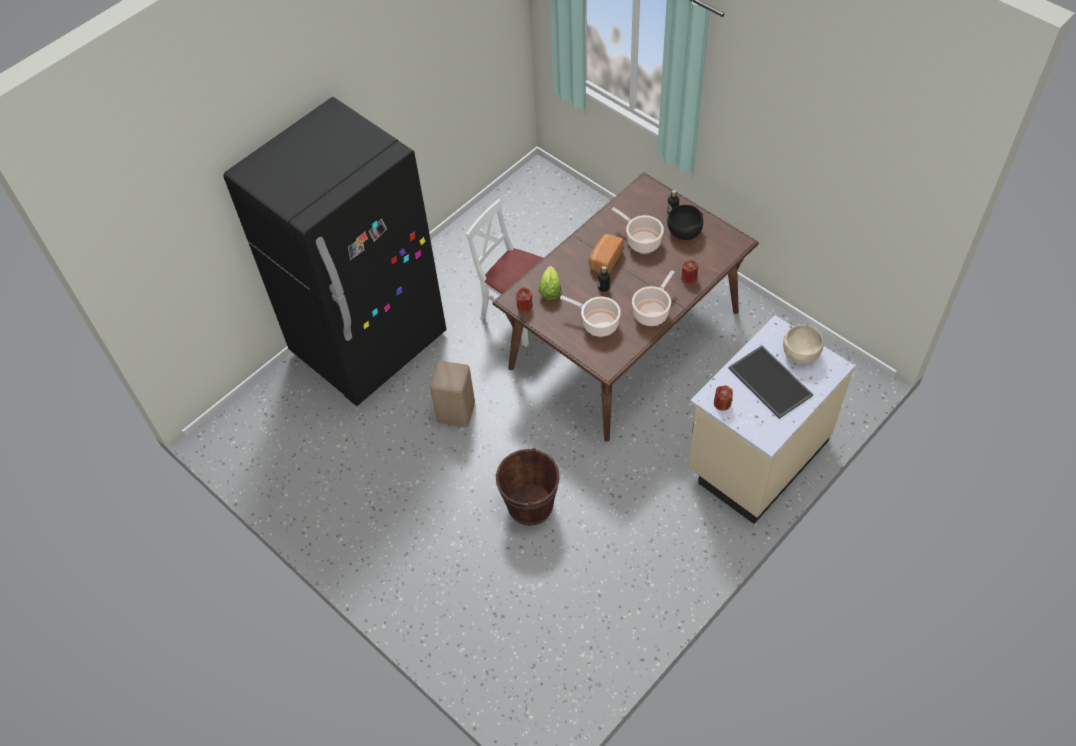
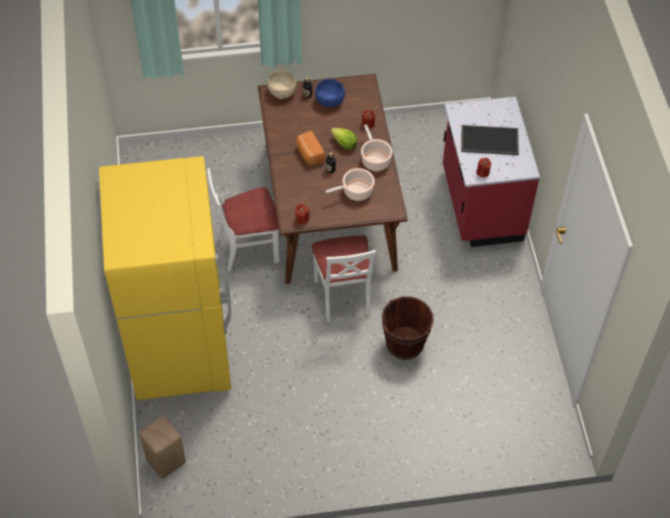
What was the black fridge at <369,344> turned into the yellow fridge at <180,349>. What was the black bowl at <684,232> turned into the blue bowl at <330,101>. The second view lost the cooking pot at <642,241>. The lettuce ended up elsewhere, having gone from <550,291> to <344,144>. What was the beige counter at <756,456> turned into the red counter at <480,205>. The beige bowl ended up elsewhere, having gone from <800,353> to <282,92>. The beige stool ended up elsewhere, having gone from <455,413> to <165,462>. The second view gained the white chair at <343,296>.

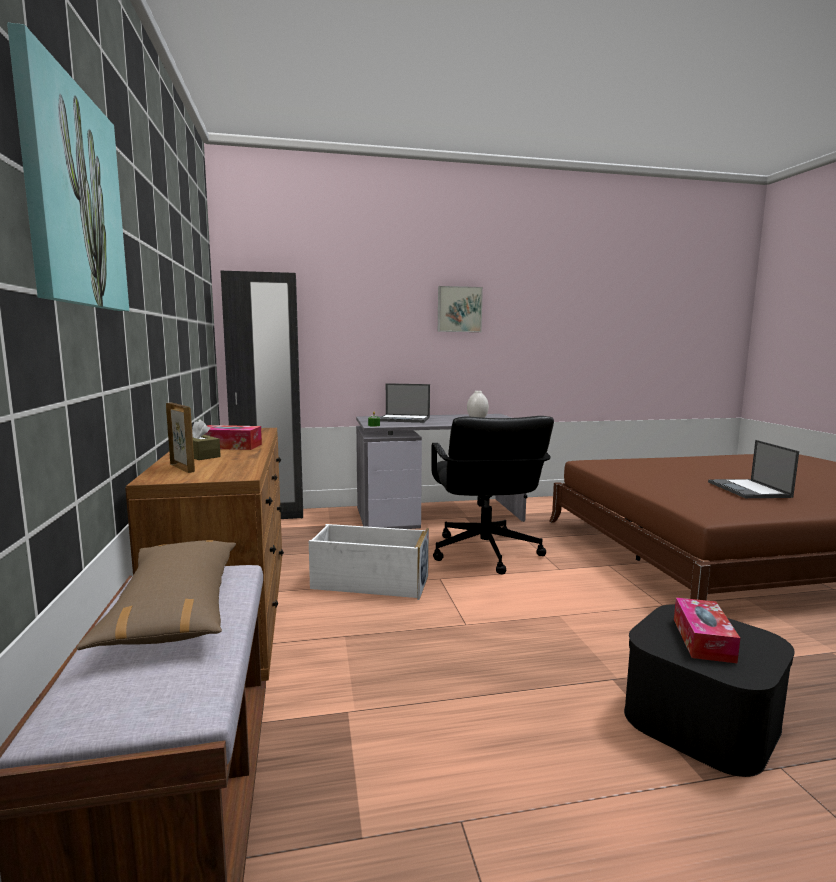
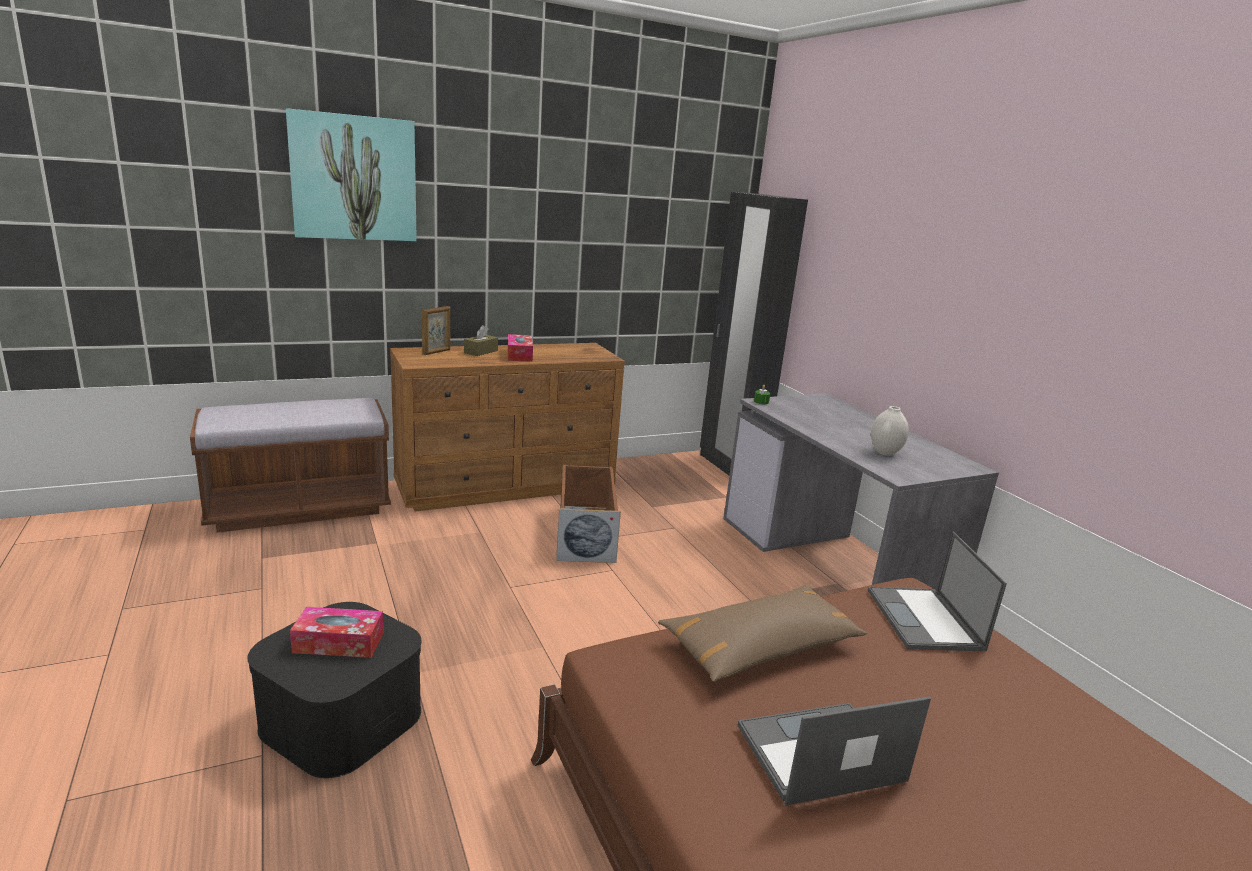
The second view lost the picture at <459,309>. The laptop ended up elsewhere, having gone from <405,419> to <925,620>. The second view lost the black office chair at <484,553>. What was the white storage box at <369,583> turned into the brown storage box at <585,533>. The brown pillow ended up elsewhere, having gone from <175,608> to <761,647>.

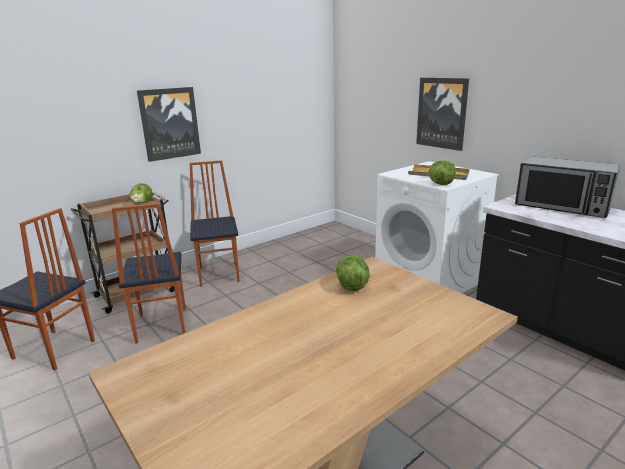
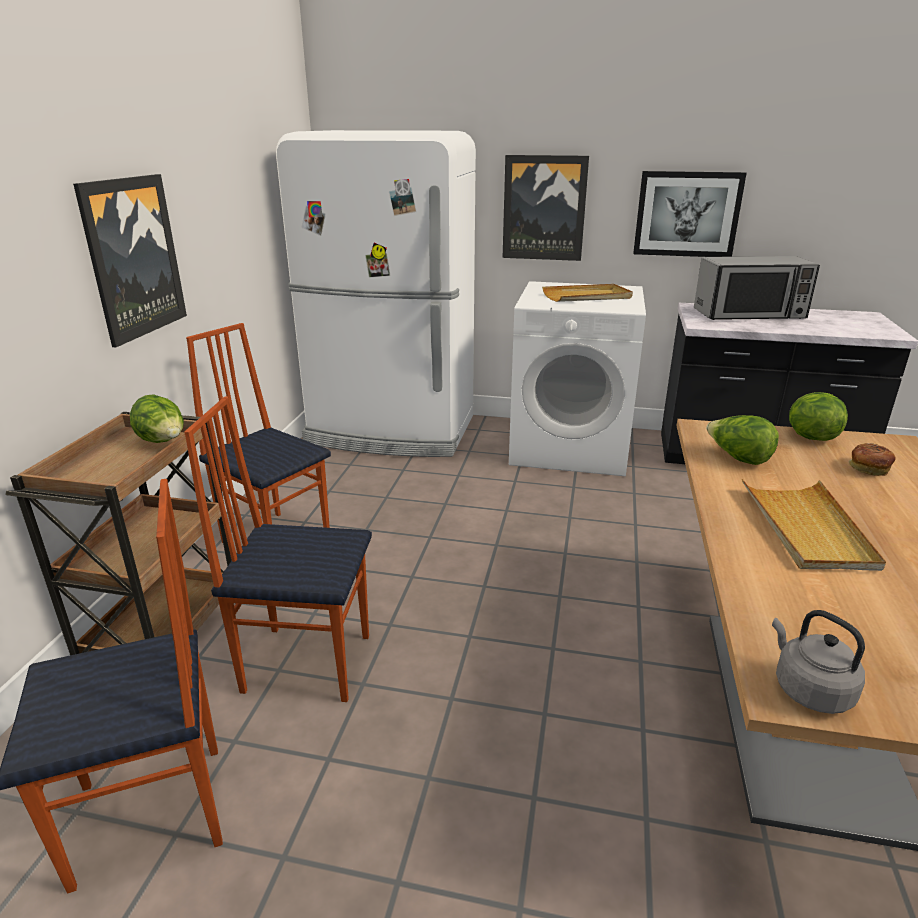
The lettuce ended up elsewhere, having gone from <441,184> to <810,437>. The chair at <160,325> ended up facing another way, 150 degrees clockwise from before. The second view gained the white fridge at <391,431>. The second view gained the picture at <687,214>. The second view gained the bread at <868,469>. The second view gained the beige tray at <806,528>. The second view gained the grey kettle at <808,689>.

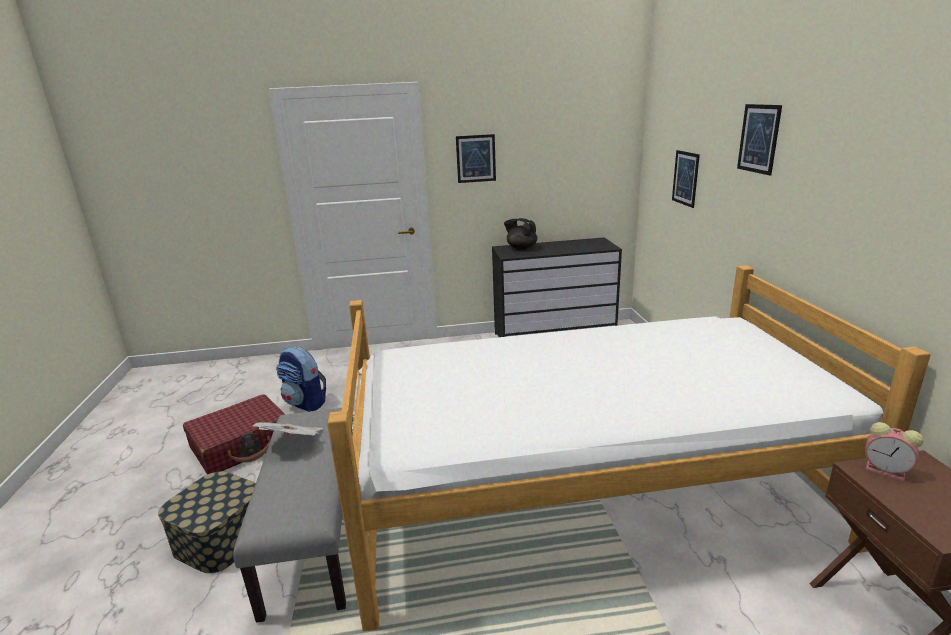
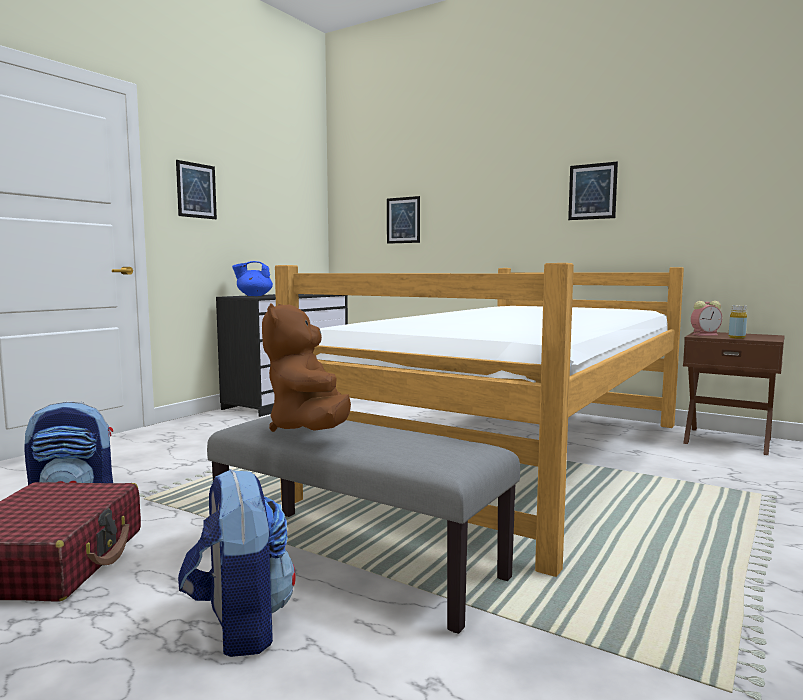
The picture ended up elsewhere, having gone from <758,138> to <592,191>. What was the black teapot at <521,248> turned into the blue teapot at <254,295>. Where the newspaper stood at <293,442>, the brown plush toy came to stand at <310,430>. Where the storage box stood at <220,539>, the backpack came to stand at <239,625>. The second view gained the yellow bottle at <736,337>.

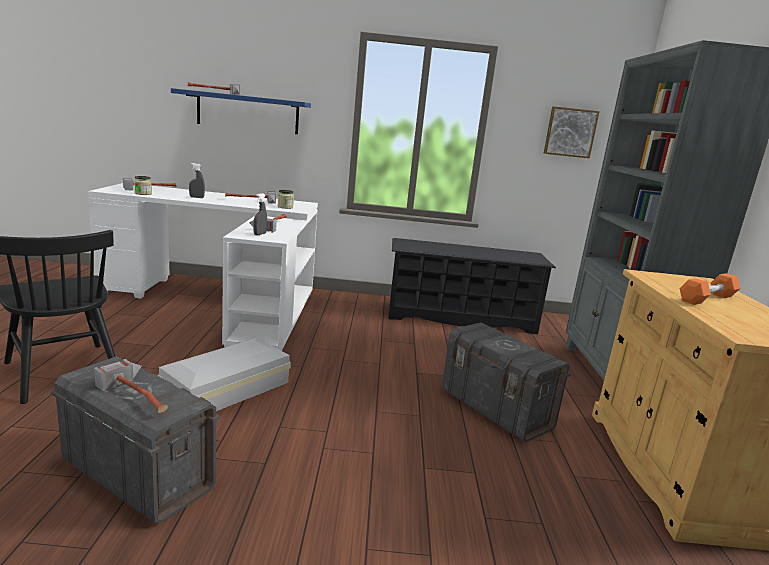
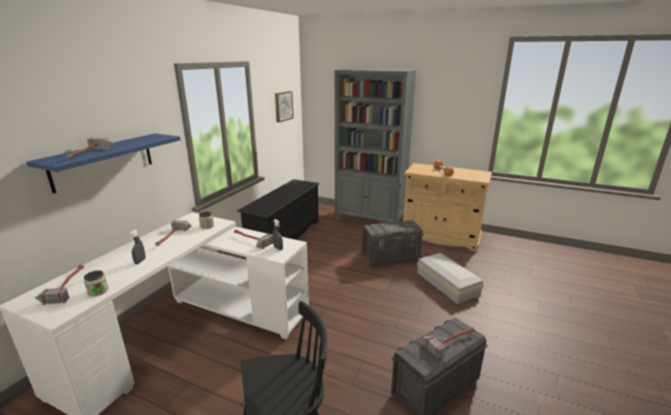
The white storage box ended up elsewhere, having gone from <229,389> to <447,283>.

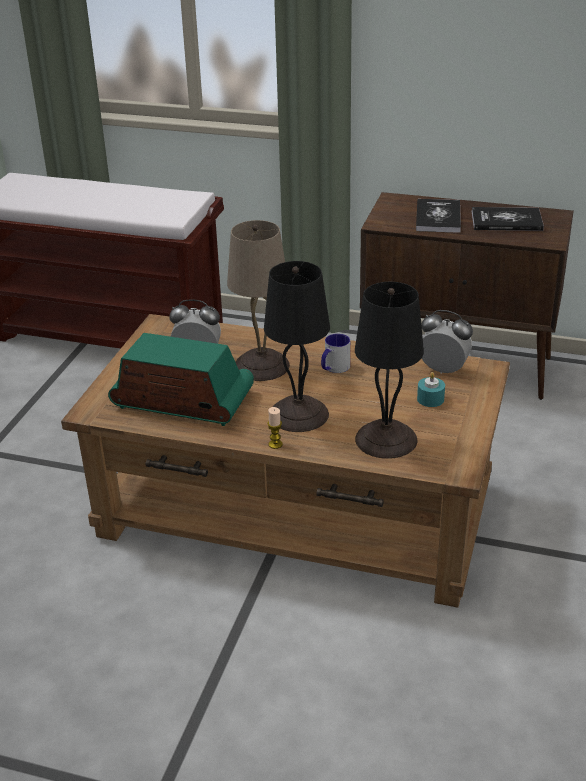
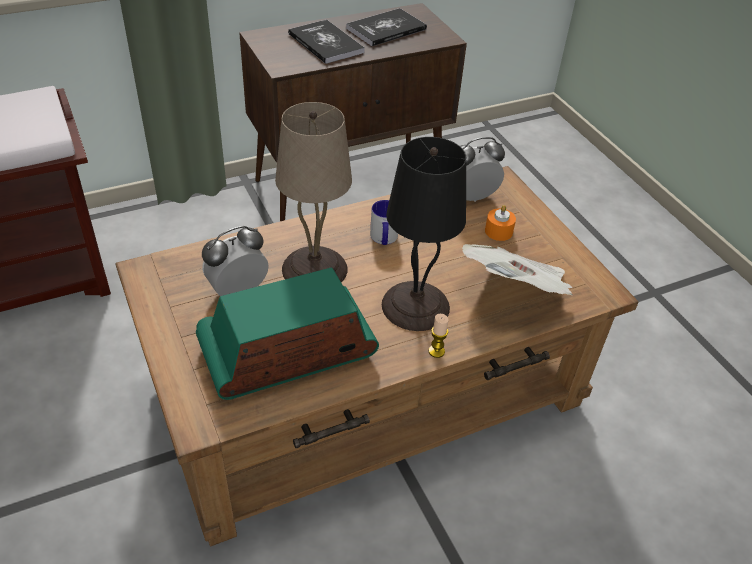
Where the black table lamp stood at <387,439>, the newspaper came to stand at <517,290>. What was the turquoise candle at <430,399> turned into the orange candle at <498,231>.

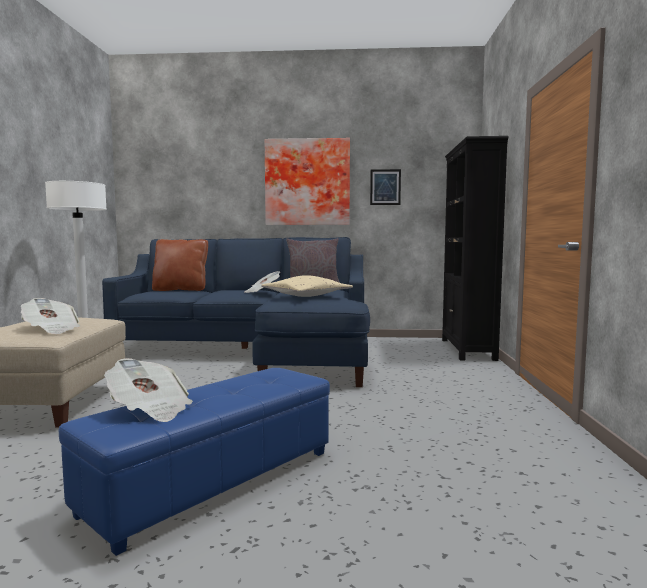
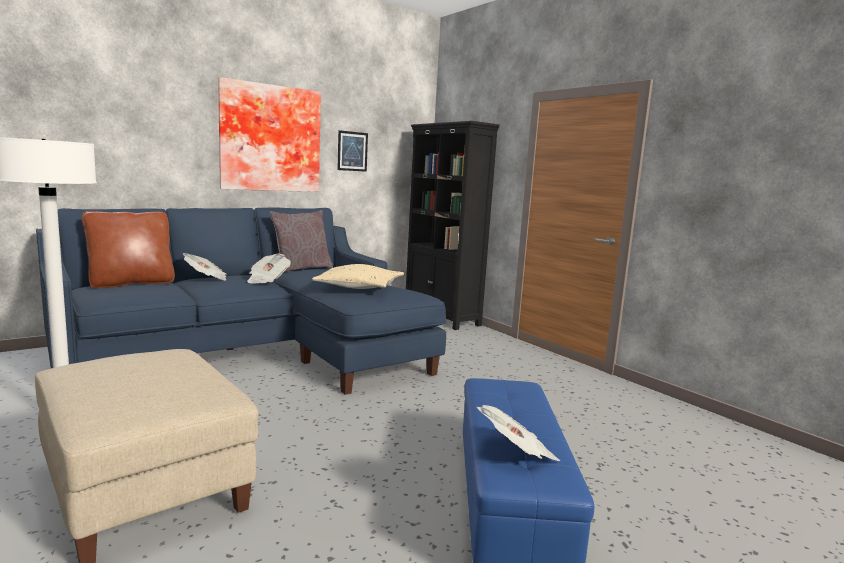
The newspaper ended up elsewhere, having gone from <51,330> to <206,278>.

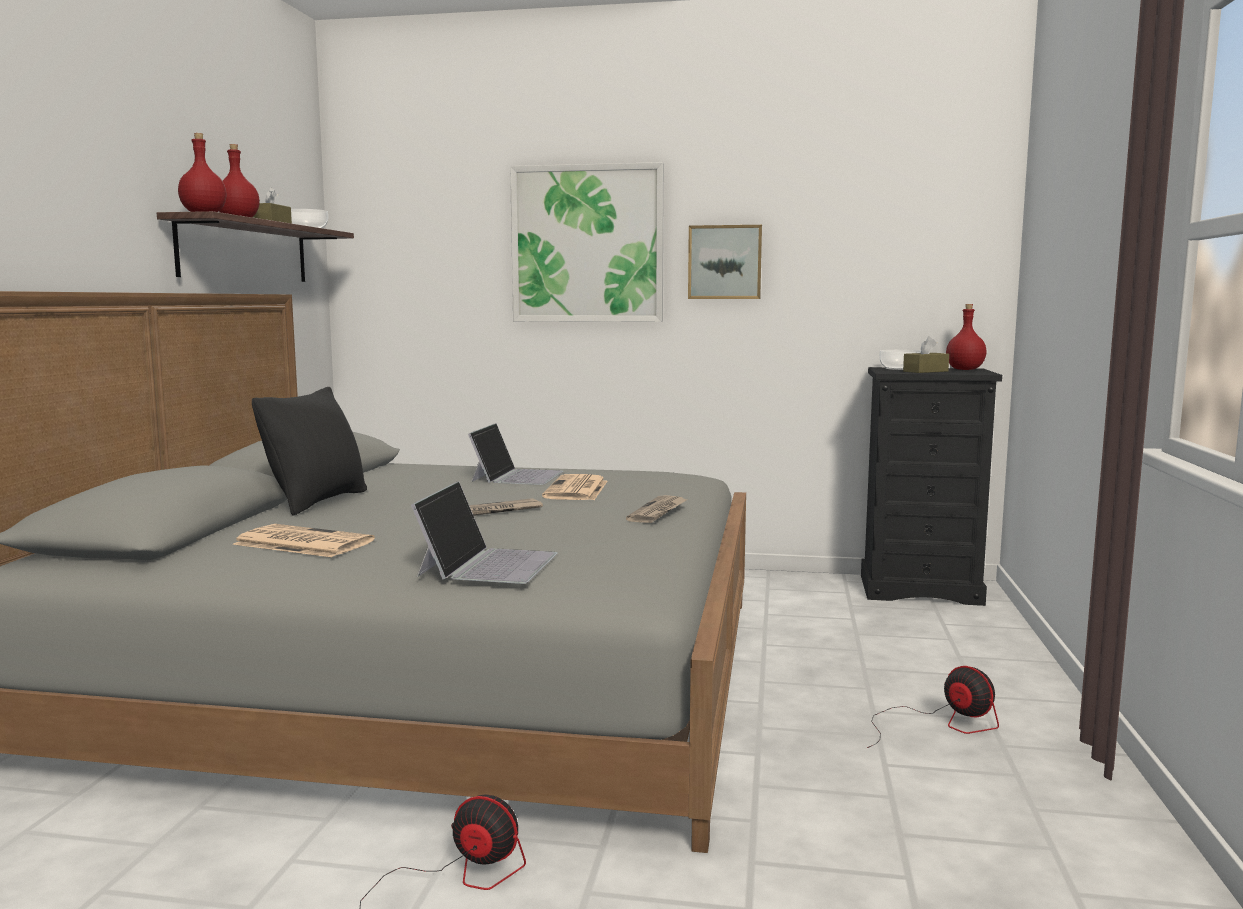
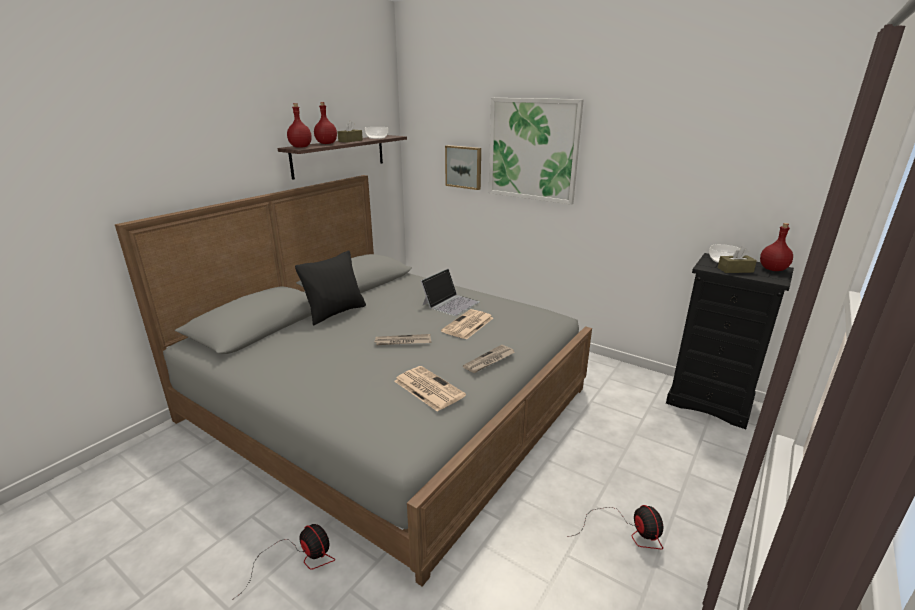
The picture ended up elsewhere, having gone from <725,262> to <464,167>. The second view lost the laptop at <488,564>. The newspaper ended up elsewhere, having gone from <301,543> to <427,388>.

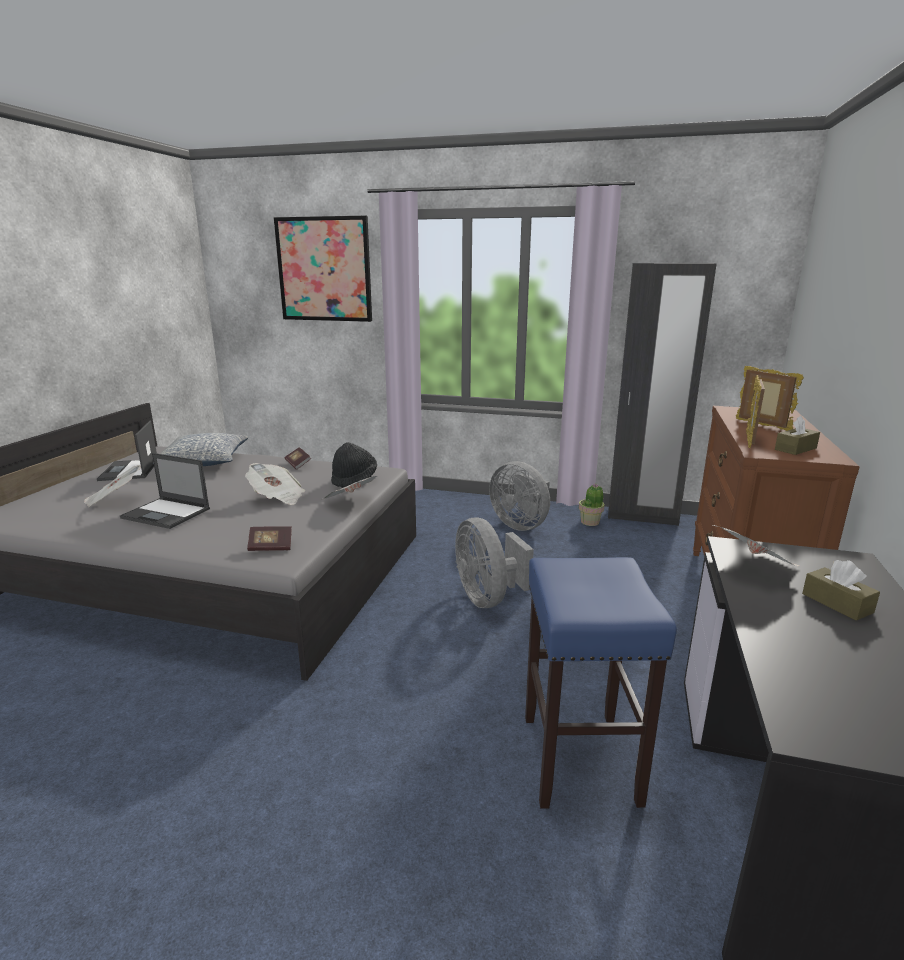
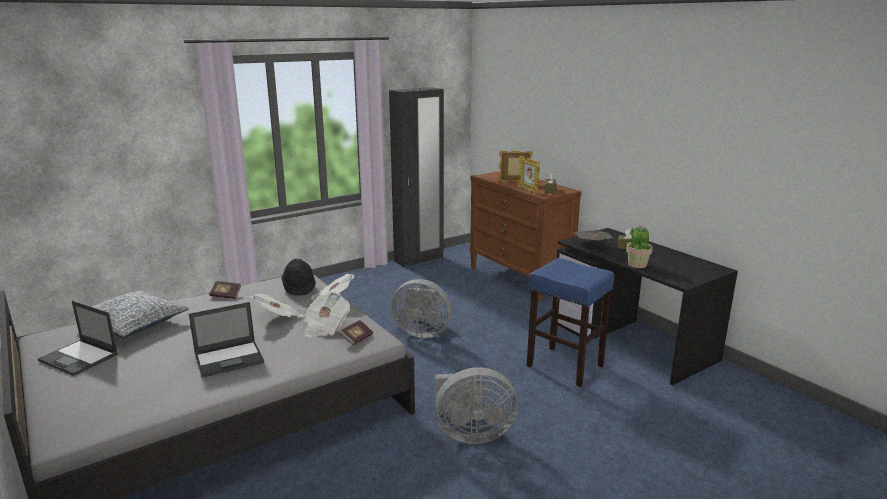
The second view lost the picture at <324,269>. The grey fan ended up elsewhere, having gone from <521,525> to <471,434>. The newspaper ended up elsewhere, having gone from <114,500> to <325,327>. The potted plant ended up elsewhere, having gone from <590,522> to <637,264>.

